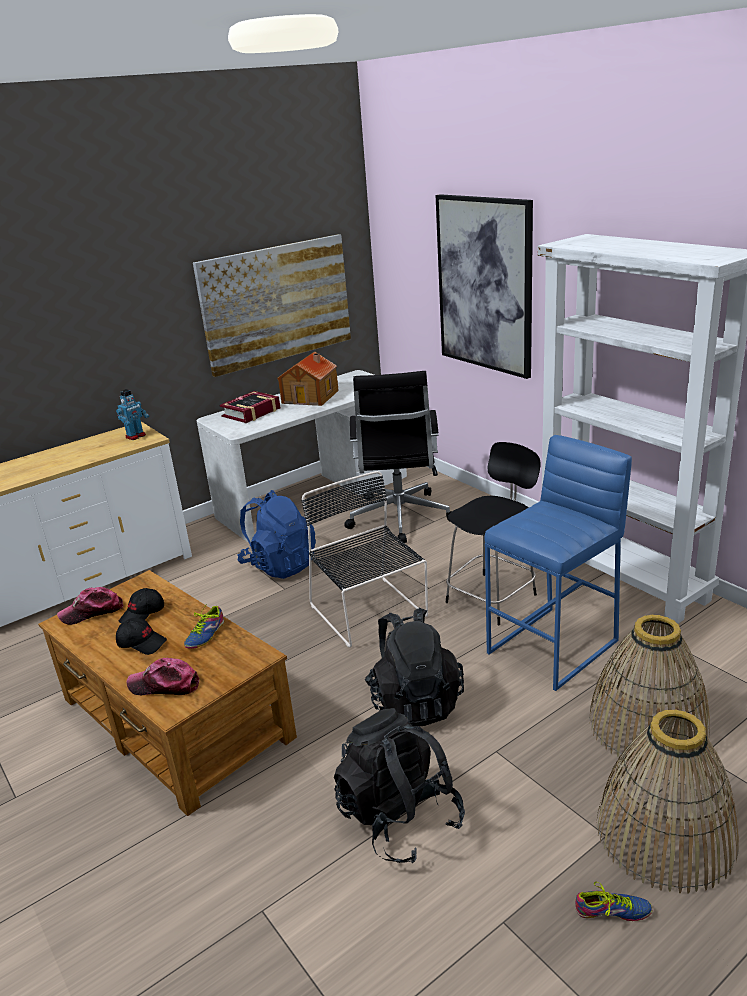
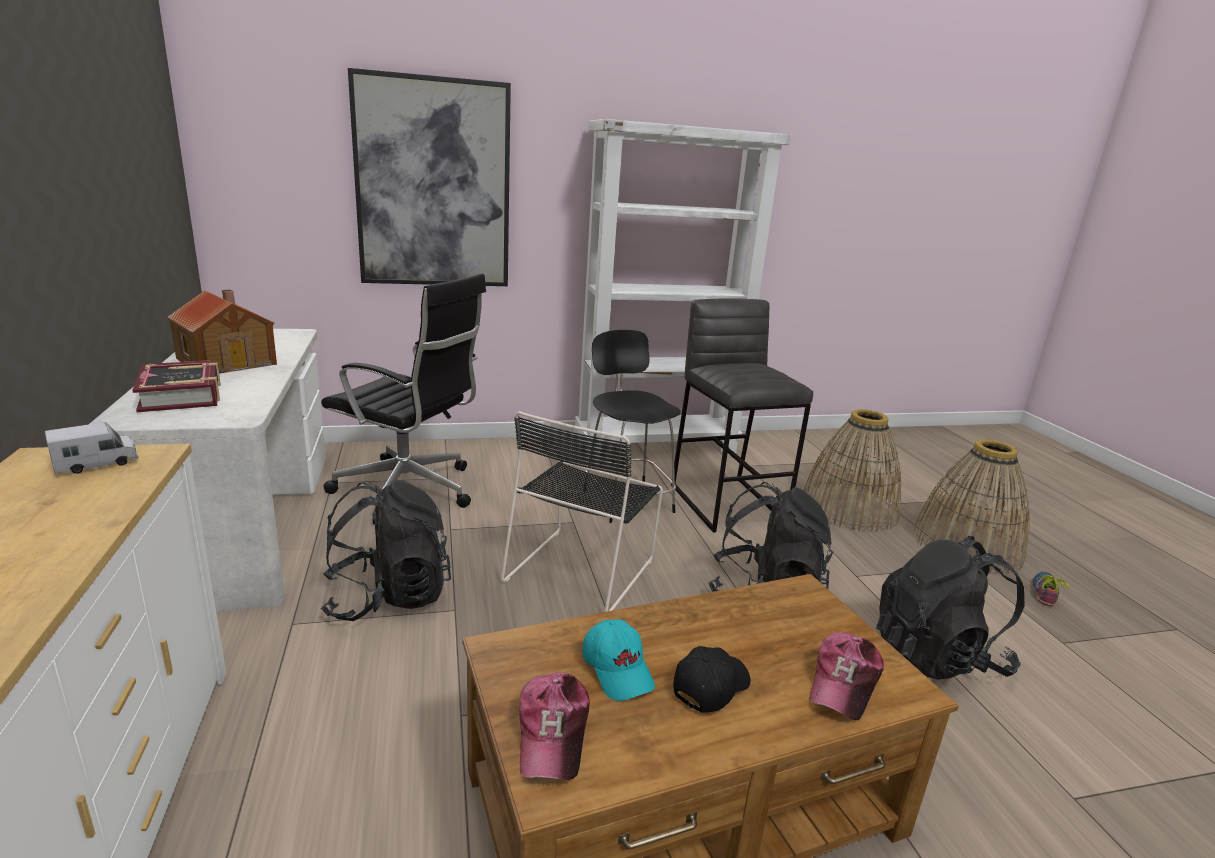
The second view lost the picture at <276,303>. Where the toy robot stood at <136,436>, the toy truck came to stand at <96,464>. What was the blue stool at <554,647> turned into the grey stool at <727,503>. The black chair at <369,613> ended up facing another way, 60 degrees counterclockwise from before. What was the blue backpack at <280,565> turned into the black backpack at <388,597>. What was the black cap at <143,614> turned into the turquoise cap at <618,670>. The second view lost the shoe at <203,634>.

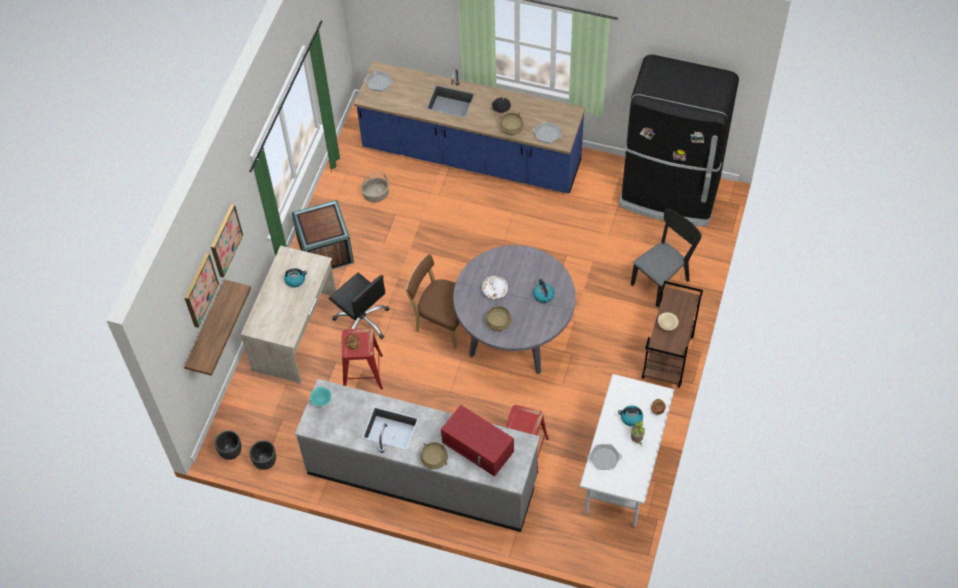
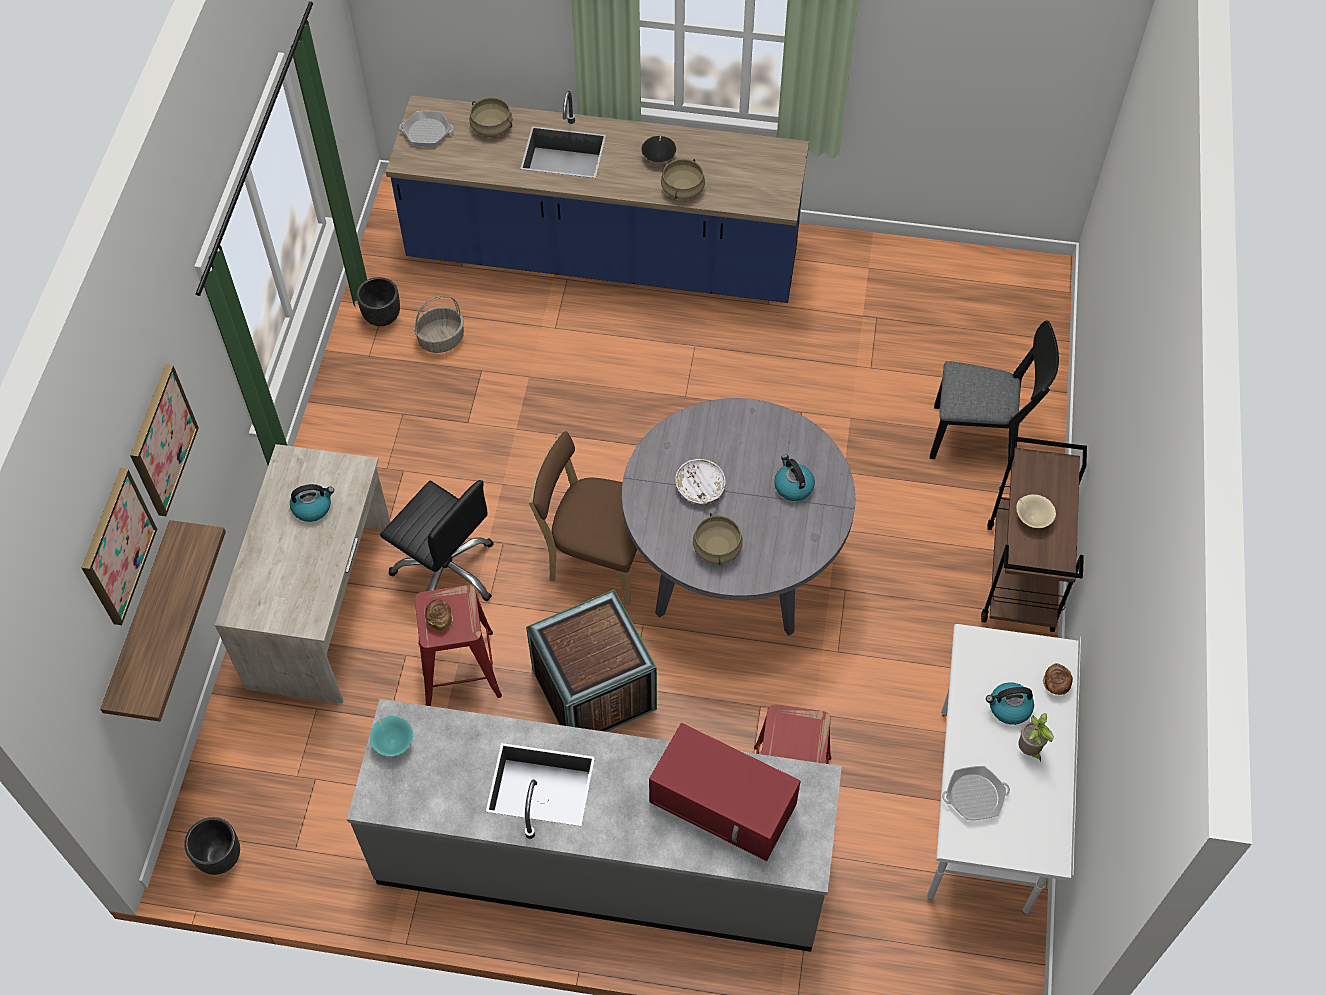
The second view lost the black fridge at <670,194>. The second view lost the frying pan at <547,134>. The crate ended up elsewhere, having gone from <325,251> to <594,689>. The black chair at <663,279> ended up facing another way, 60 degrees clockwise from before. The black planter ended up elsewhere, having gone from <265,462> to <382,318>. The beige cooking pot ended up elsewhere, having gone from <434,459> to <492,127>.

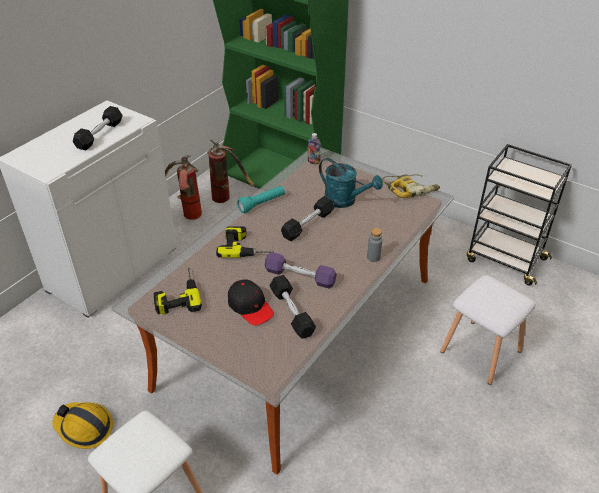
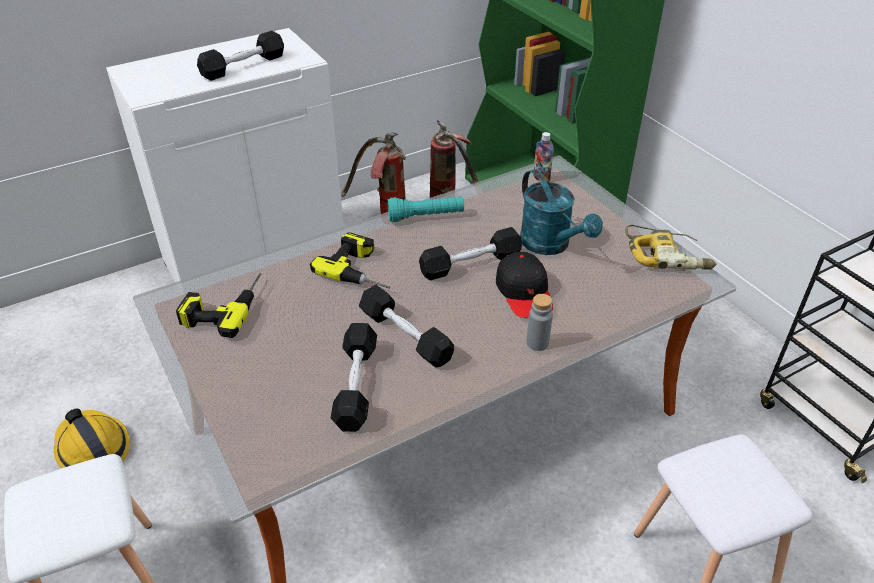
What was the purple dumbbell at <300,276> turned into the black dumbbell at <405,336>. The black cap ended up elsewhere, having gone from <250,306> to <524,292>.

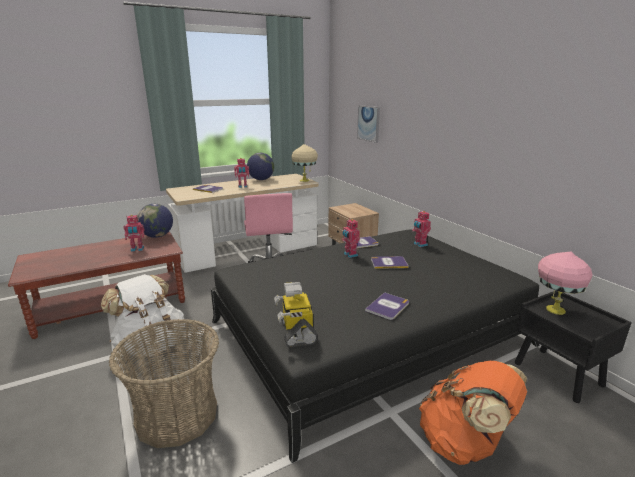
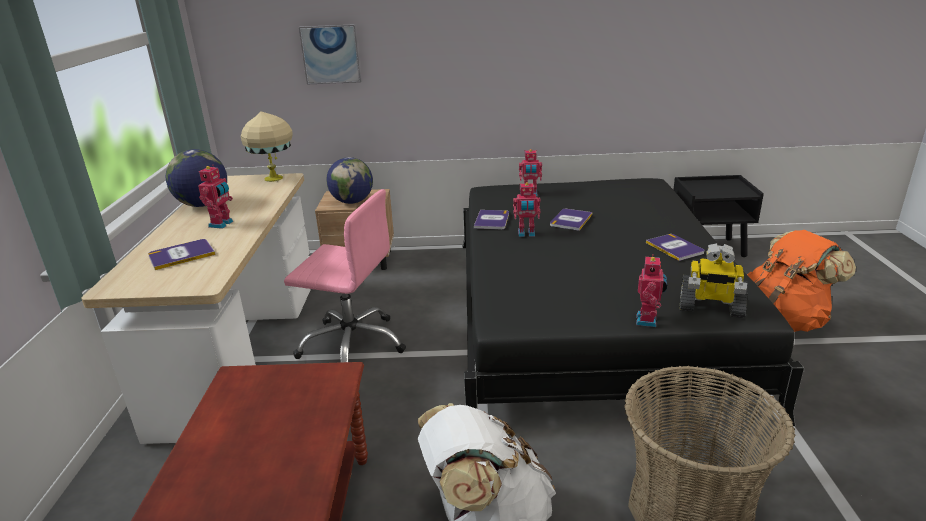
The globe ended up elsewhere, having gone from <157,236> to <352,202>. The toy robot ended up elsewhere, having gone from <137,249> to <648,320>. The second view lost the pink table lamp at <554,309>.

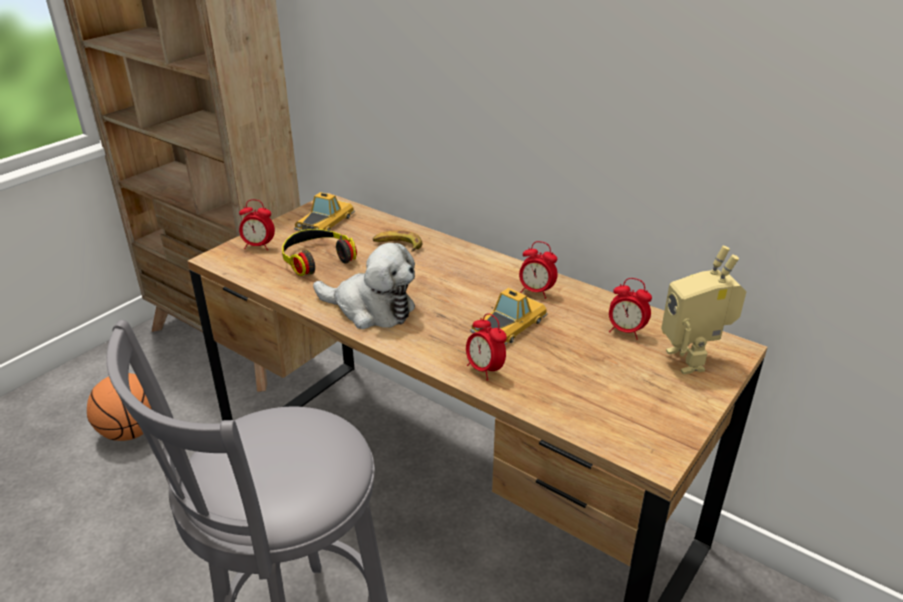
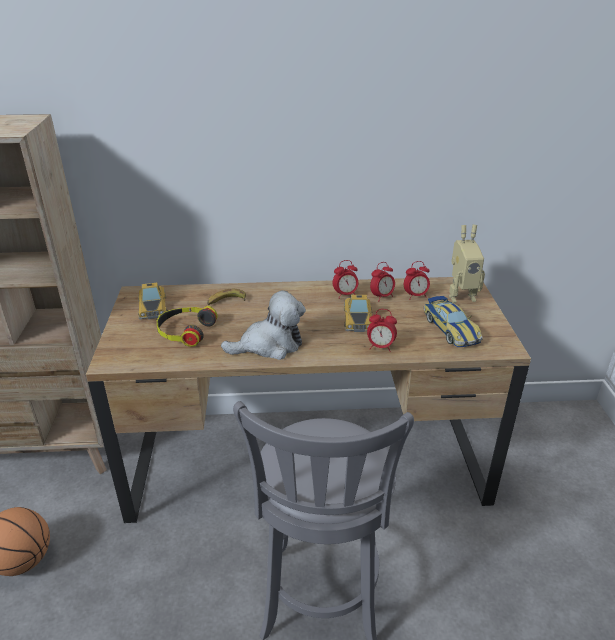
The alarm clock ended up elsewhere, having gone from <259,246> to <382,297>. The toy robot at <692,359> ended up facing another way, 45 degrees counterclockwise from before. The second view gained the toy car at <450,328>.

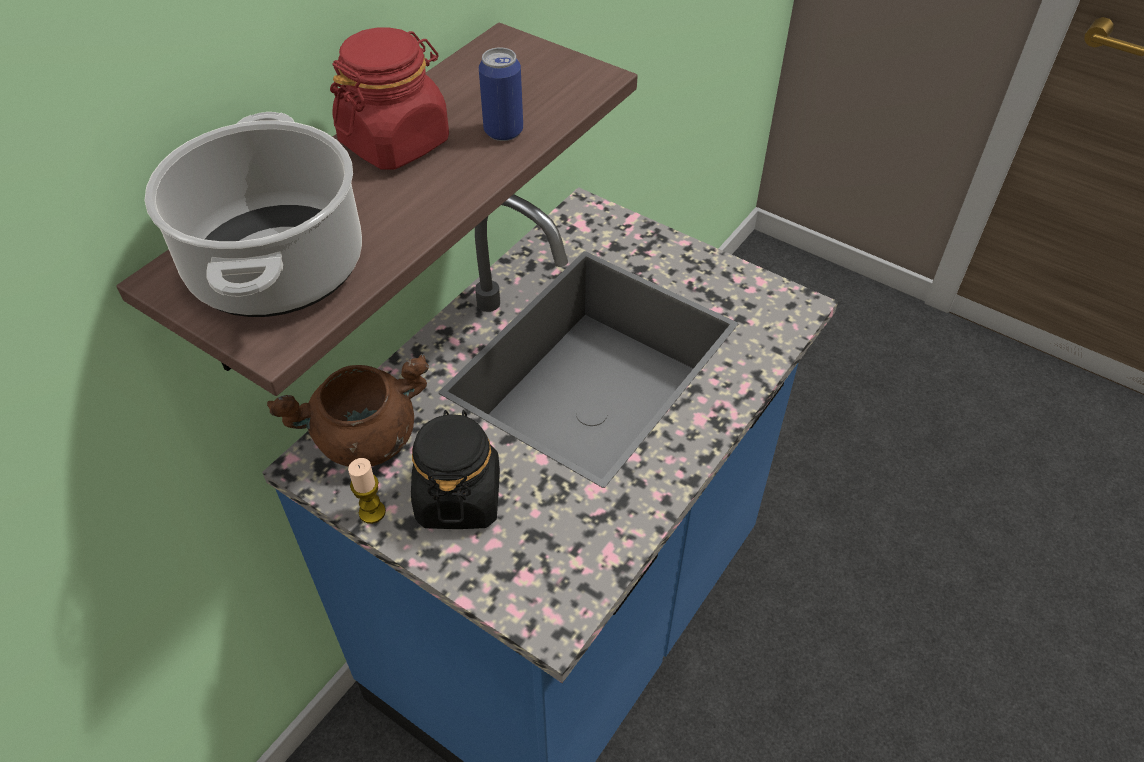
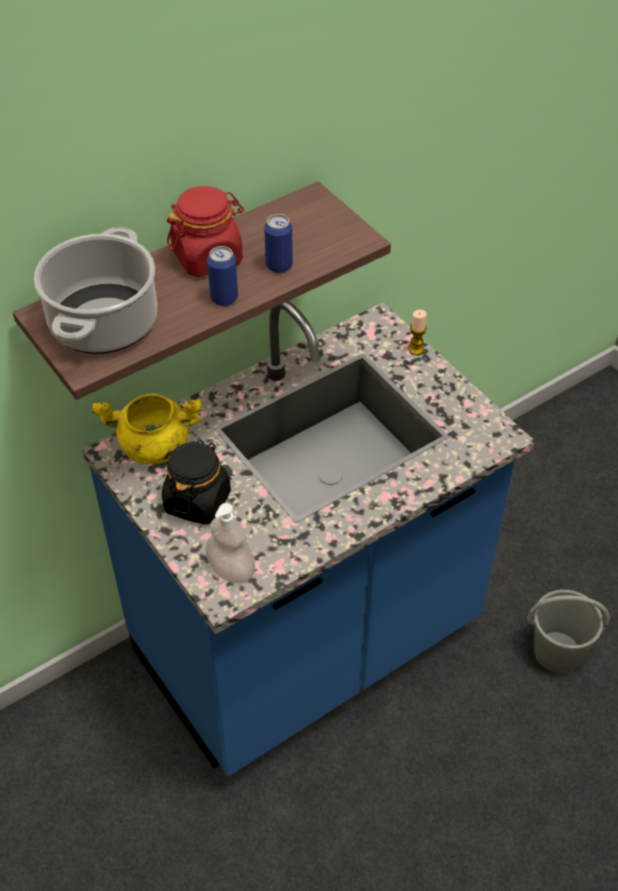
What was the brown cooking pot at <364,440> turned into the yellow cooking pot at <153,446>. The candle ended up elsewhere, having gone from <372,512> to <416,349>. The second view gained the can at <224,298>. The second view gained the soap dispenser at <231,570>. The second view gained the grey bucket at <558,652>.

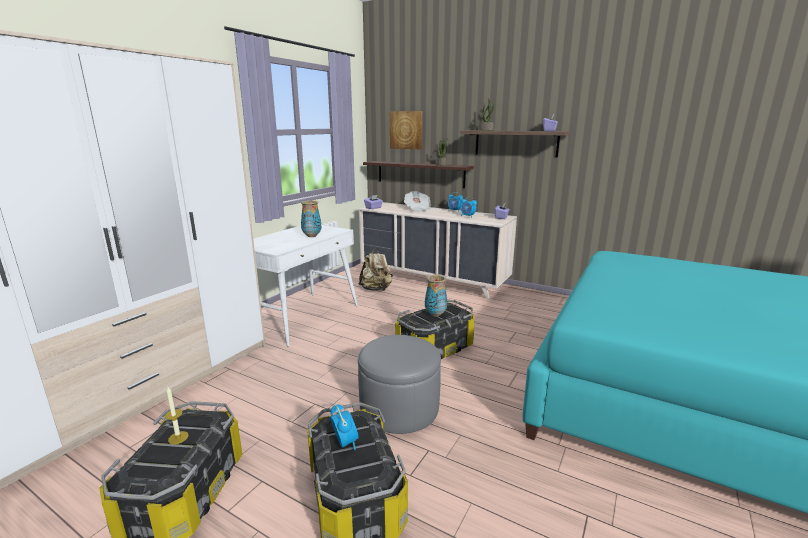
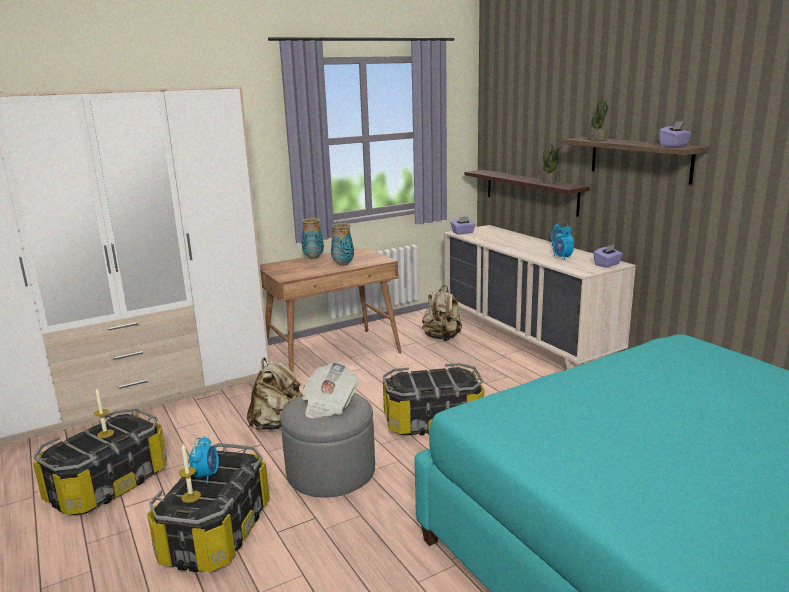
The second view lost the picture at <406,130>. The newspaper ended up elsewhere, having gone from <417,209> to <329,405>. What was the white desk at <302,317> turned into the brown desk at <332,354>. The vase ended up elsewhere, having gone from <435,314> to <313,257>. The second view gained the beige backpack at <277,423>. The second view gained the candle at <191,496>.

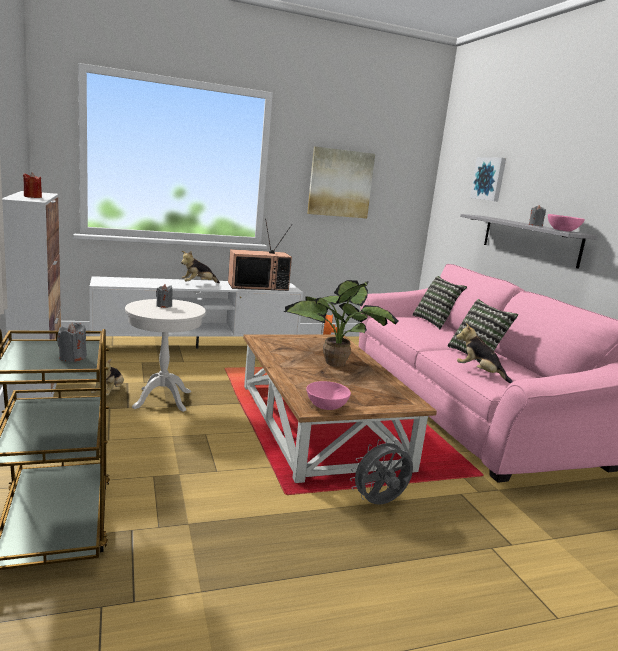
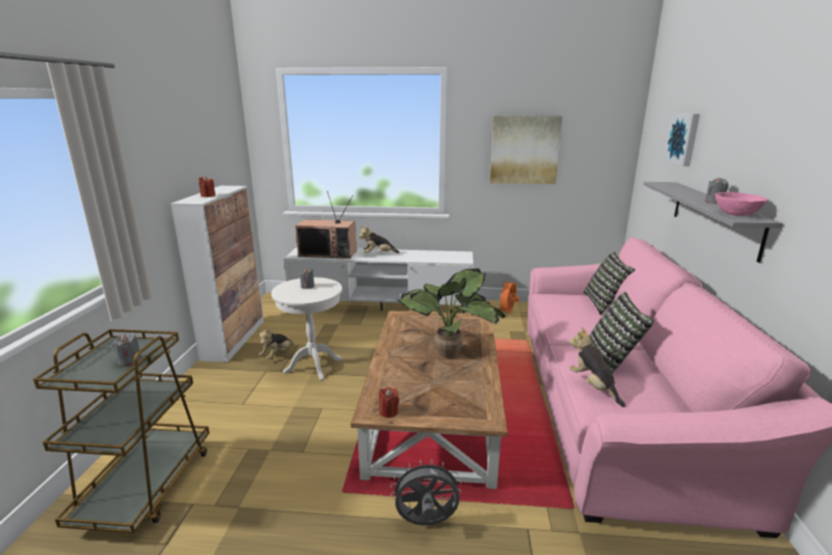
The television ended up elsewhere, having gone from <258,286> to <329,253>. Where the pink bowl stood at <326,406>, the red candle came to stand at <388,412>.

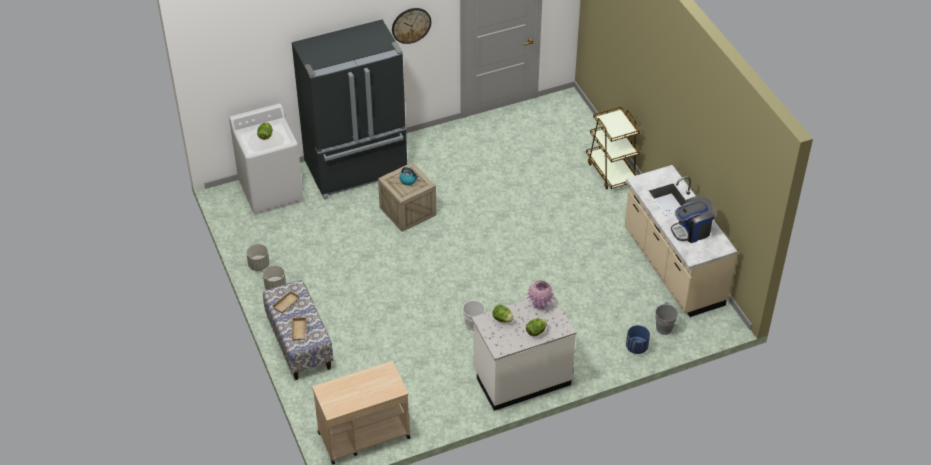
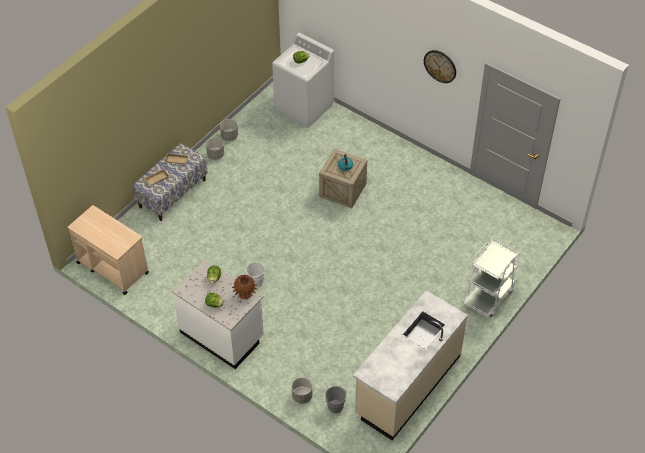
The second view lost the black fridge at <357,170>. What was the brown cart at <611,171> turned into the white cart at <488,296>. The second view lost the coffee machine at <692,231>. What was the pink vase at <539,304> turned into the brown vase at <245,294>. What was the blue planter at <636,347> turned into the grey planter at <302,396>.

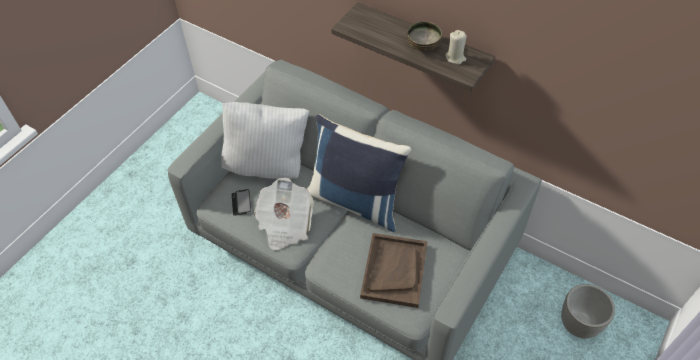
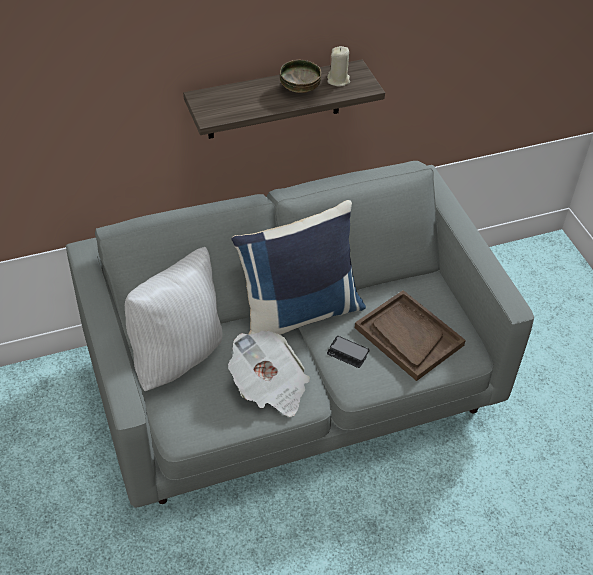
The phone ended up elsewhere, having gone from <241,203> to <348,352>. The second view lost the grey planter at <579,324>.

